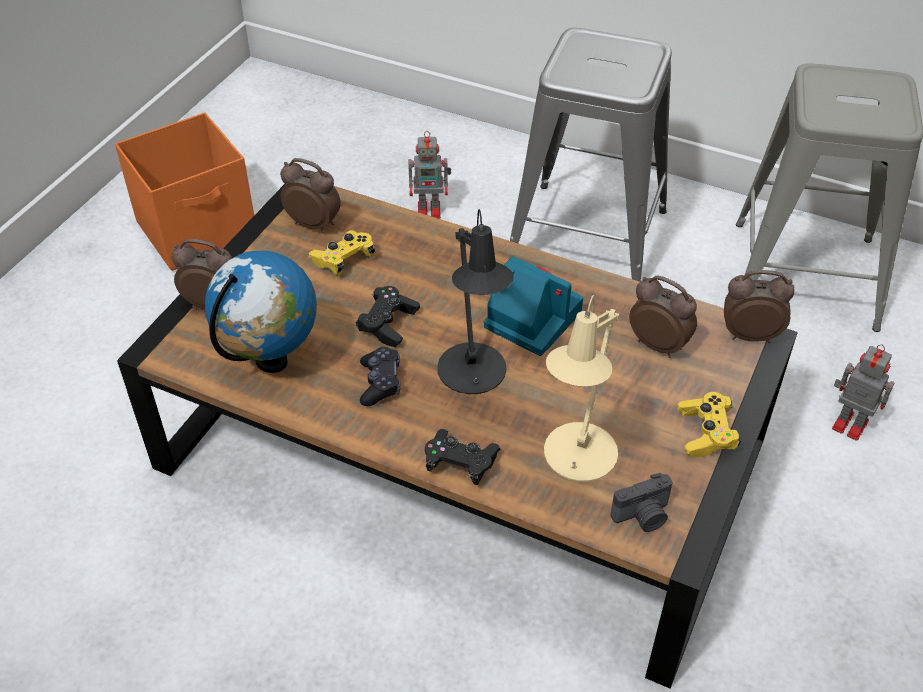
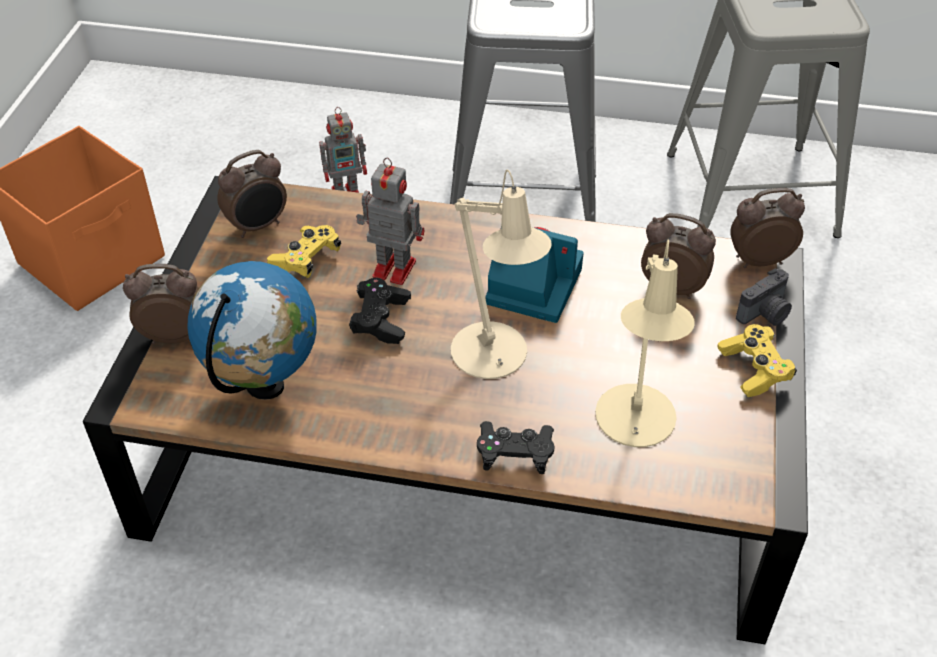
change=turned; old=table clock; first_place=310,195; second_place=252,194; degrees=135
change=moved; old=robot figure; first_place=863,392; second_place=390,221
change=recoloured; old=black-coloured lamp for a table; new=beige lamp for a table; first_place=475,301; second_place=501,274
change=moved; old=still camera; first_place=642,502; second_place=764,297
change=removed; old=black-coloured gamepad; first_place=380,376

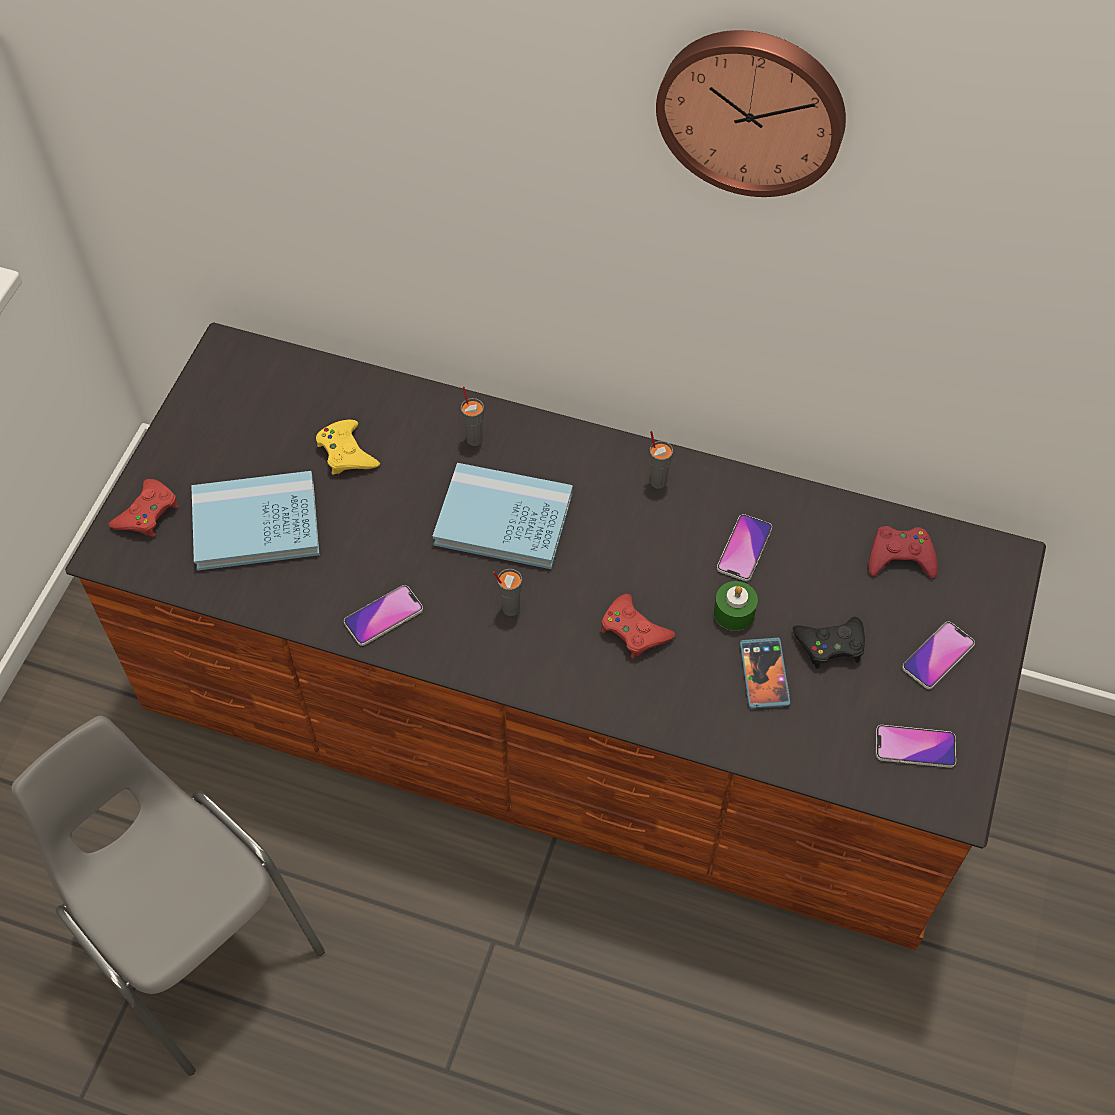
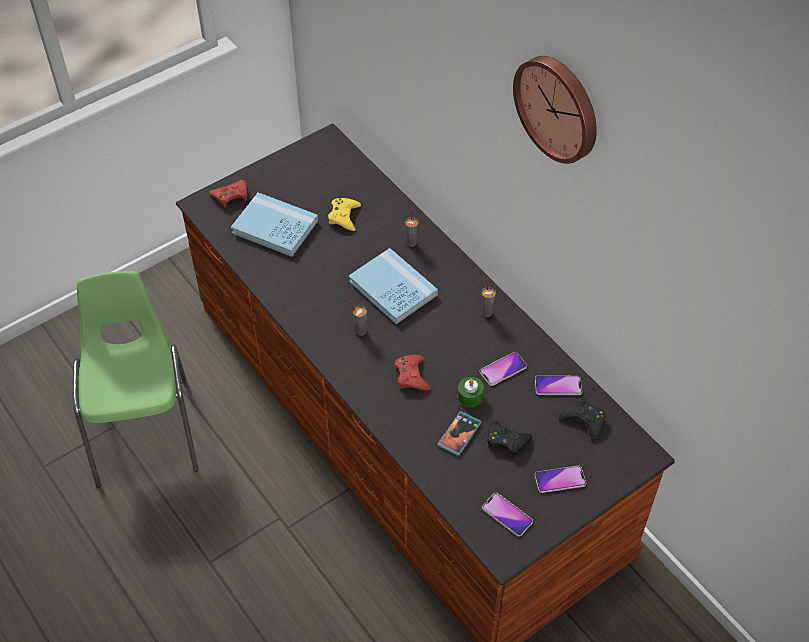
change=recoloured; old=greyish plain chair; new=green plain chair; first_place=168,896; second_place=136,379
change=moved; old=handset; first_place=383,615; second_place=558,385
change=recoloured; old=reddish gamepad; new=black-coloured gamepad; first_place=903,552; second_place=582,419

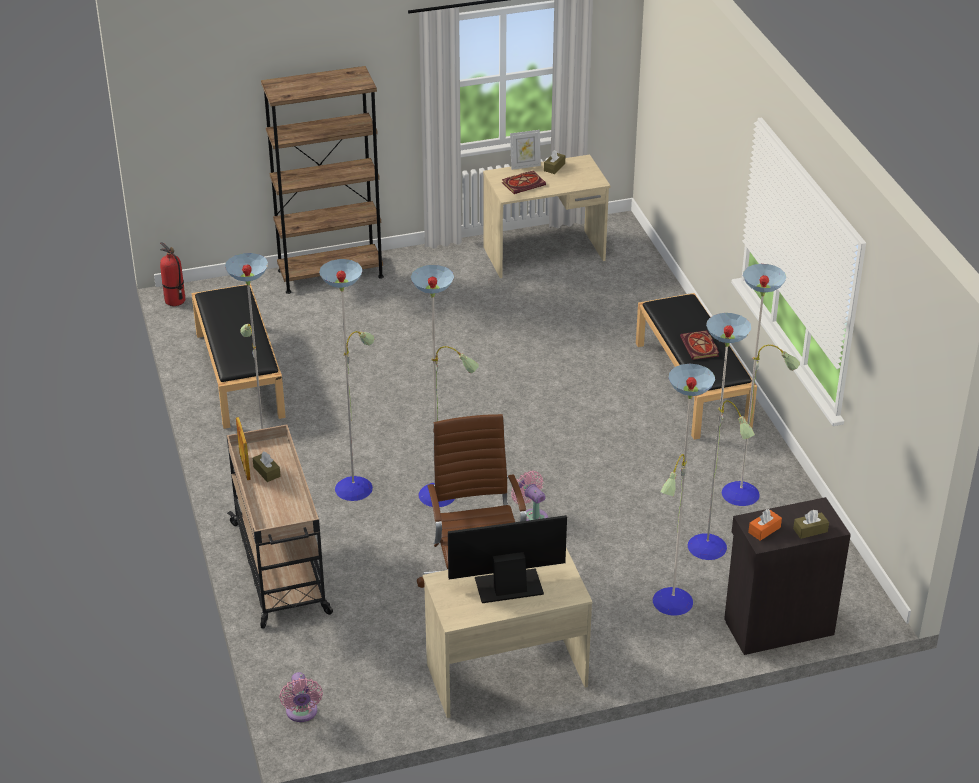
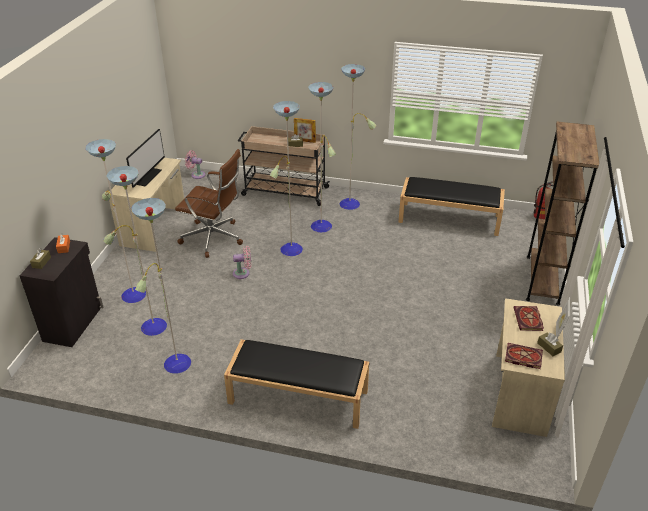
change=moved; old=book; first_place=699,345; second_place=524,356

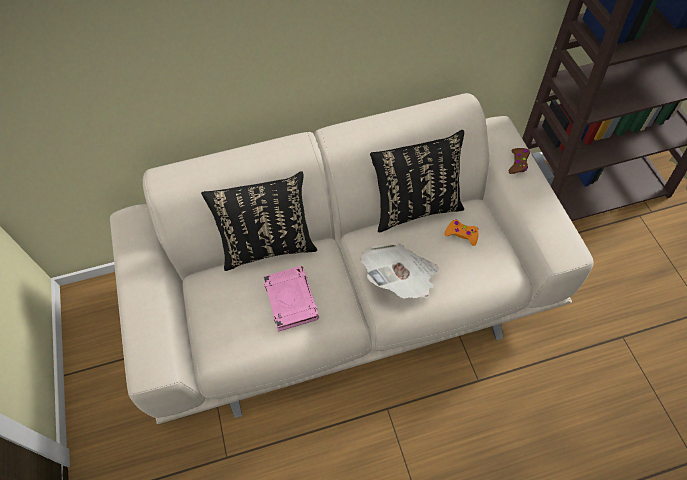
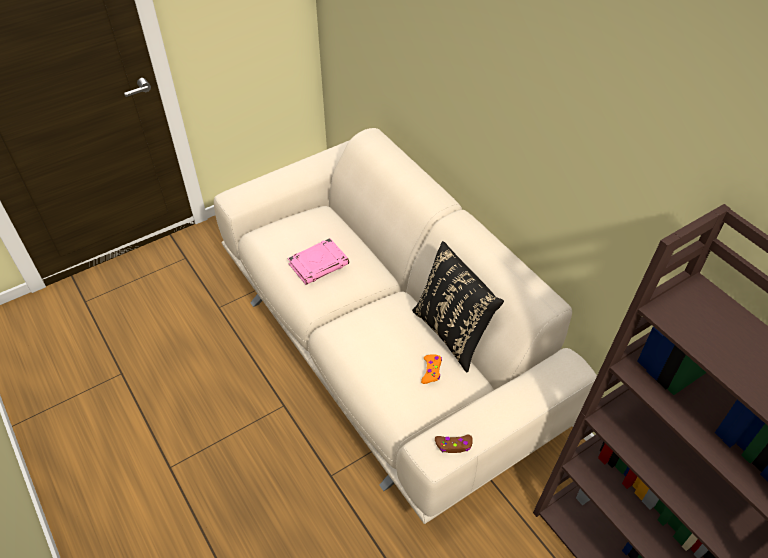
change=moved; old=brown-coloured gamepad; first_place=519,161; second_place=454,444
change=removed; old=black-coloured pillow; first_place=259,221
change=removed; old=printed paper; first_place=400,271

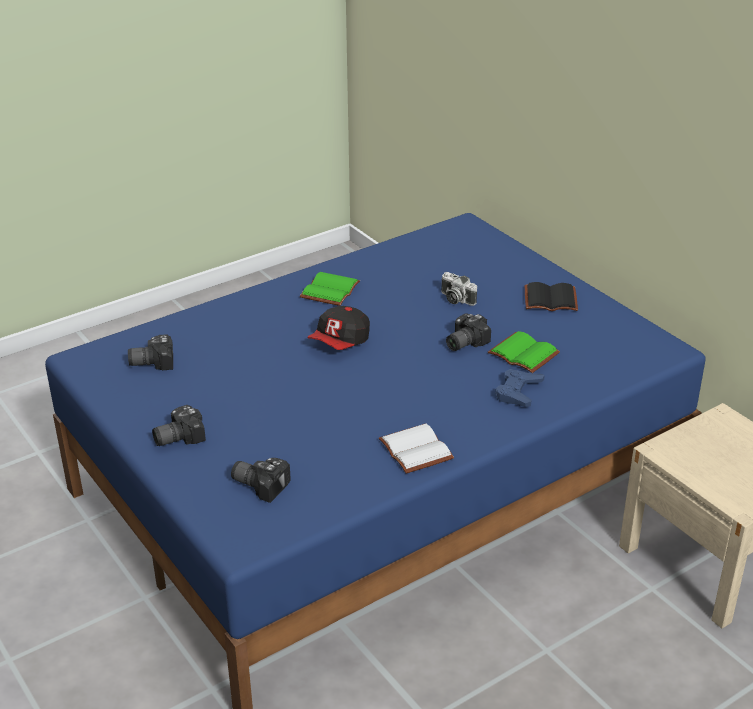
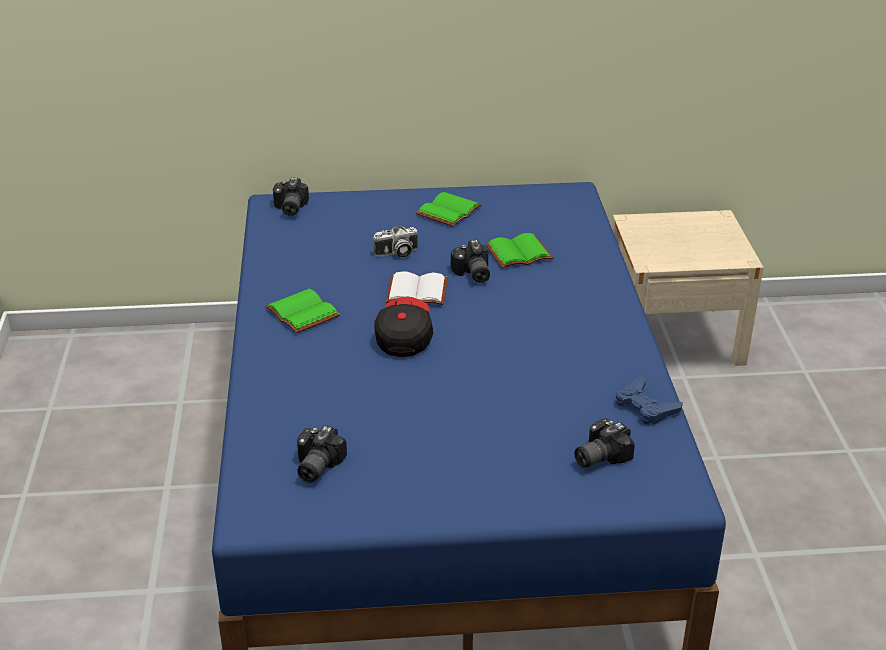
change=moved; old=still camera; first_place=179,425; second_place=291,196
change=turned; old=cap; first_place=339,328; second_place=403,326; degrees=-150
change=moved; old=white-coloured book; first_place=416,449; second_place=416,288
change=recoloured; old=black-coloured book; new=green book; first_place=551,296; second_place=449,209
change=moved; old=blue gamepad; first_place=520,388; second_place=649,400

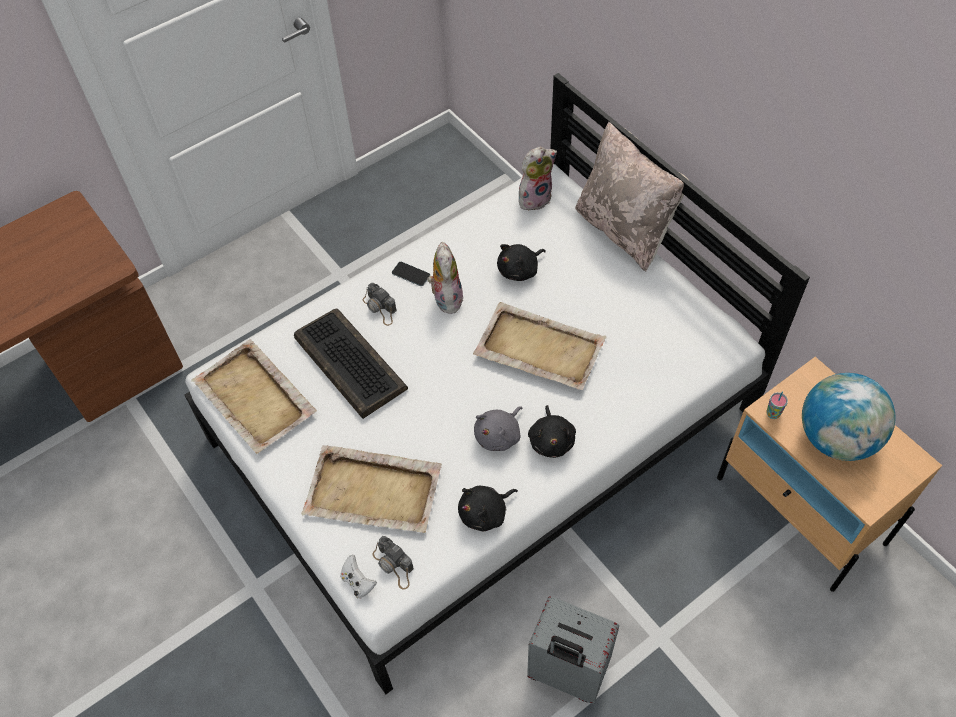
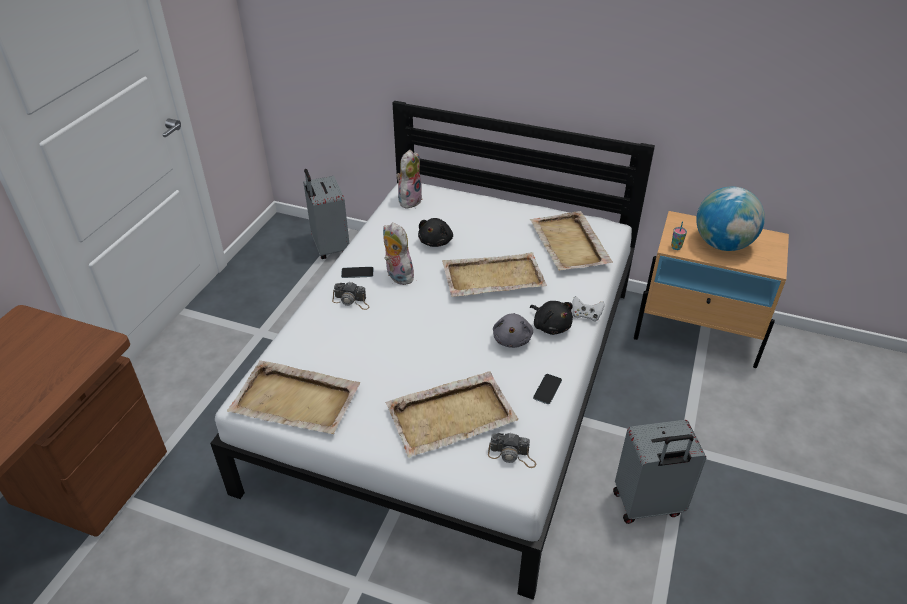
change=added; new=greyish suitcase; second_place=326,214
change=added; new=beige carrying tray; second_place=571,241
change=replaced; old=black-coloured plush toy; new=handset; first_place=488,508; second_place=547,389
change=moved; old=white-coloured gamepad; first_place=358,577; second_place=588,309
change=removed; old=keyboard; first_place=351,363
change=removed; old=beige pillow; first_place=632,196

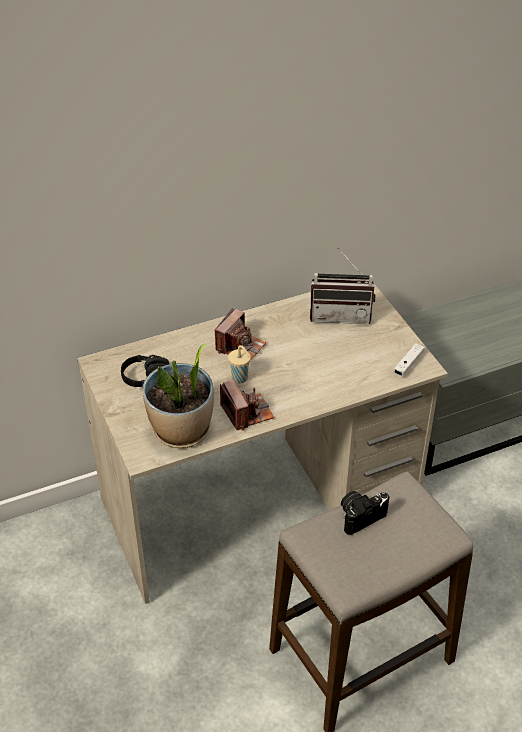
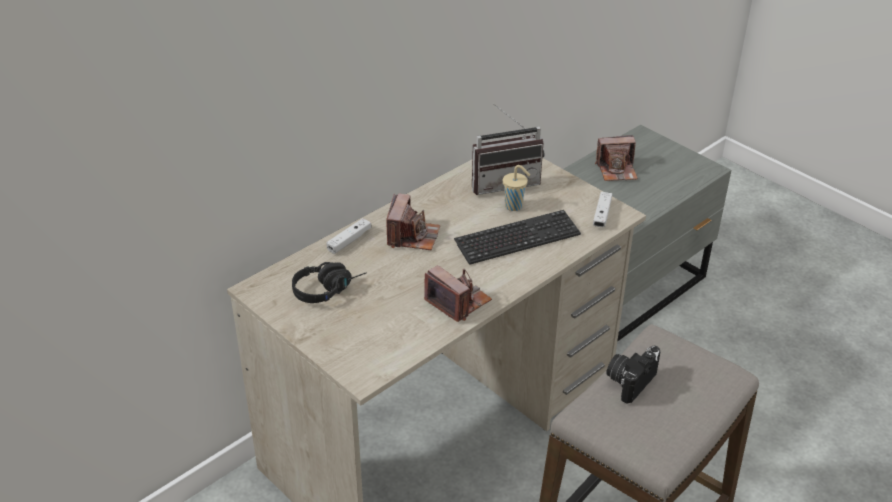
change=added; new=white-coloured gamepad; second_place=349,236
change=added; new=keyboard; second_place=517,237
change=moved; old=beige cup; first_place=239,364; second_place=516,188
change=added; new=still camera; second_place=616,158
change=removed; old=potted plant; first_place=178,396

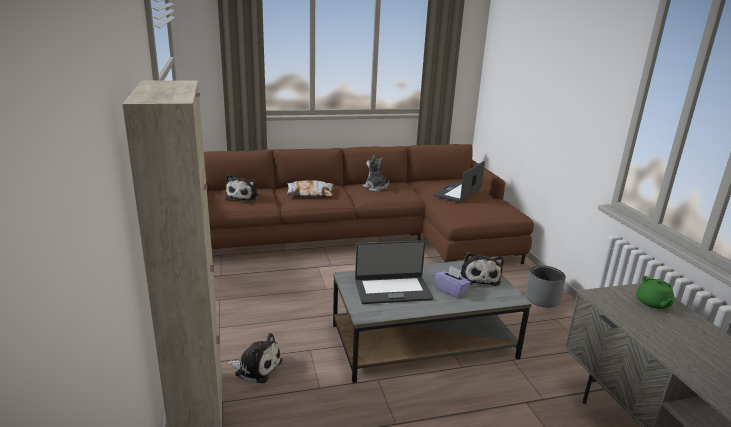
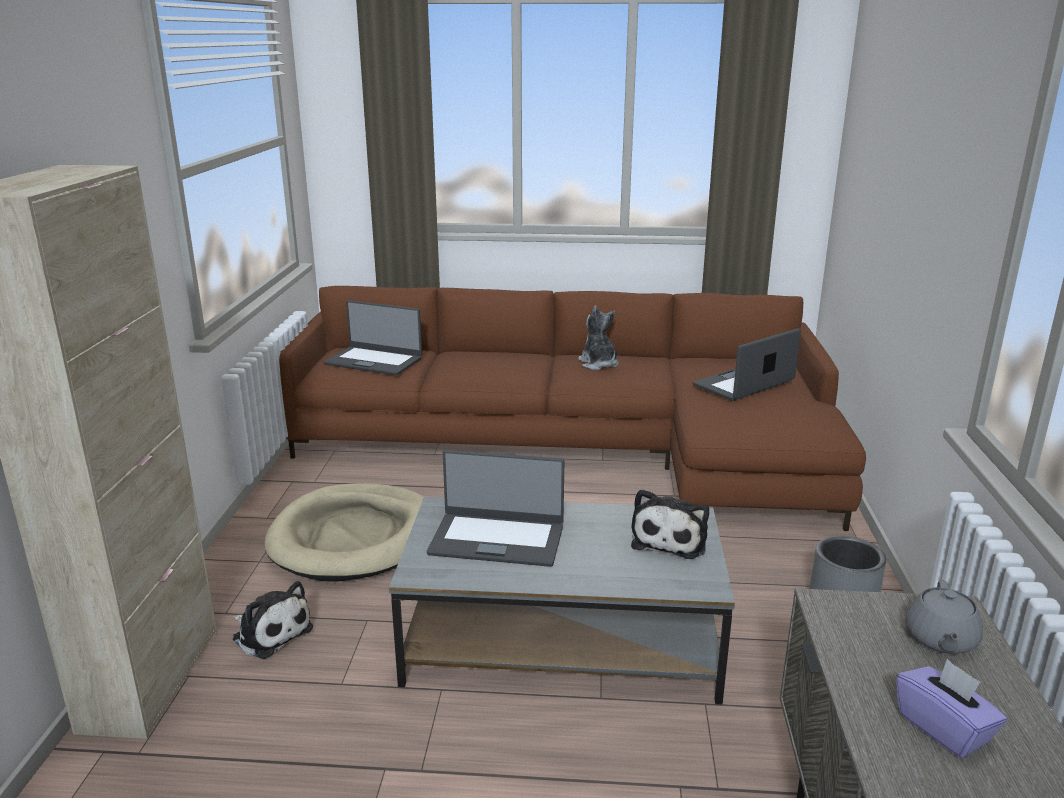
change=added; new=beige dog bed; second_place=344,533
change=replaced; old=plush toy; new=laptop; first_place=242,188; second_place=373,337
change=moved; old=purplish tissue box; first_place=452,282; second_place=951,708
change=recoloured; old=green tea pot; new=greyish tea pot; first_place=655,292; second_place=944,617
change=removed; old=pillow; first_place=310,188

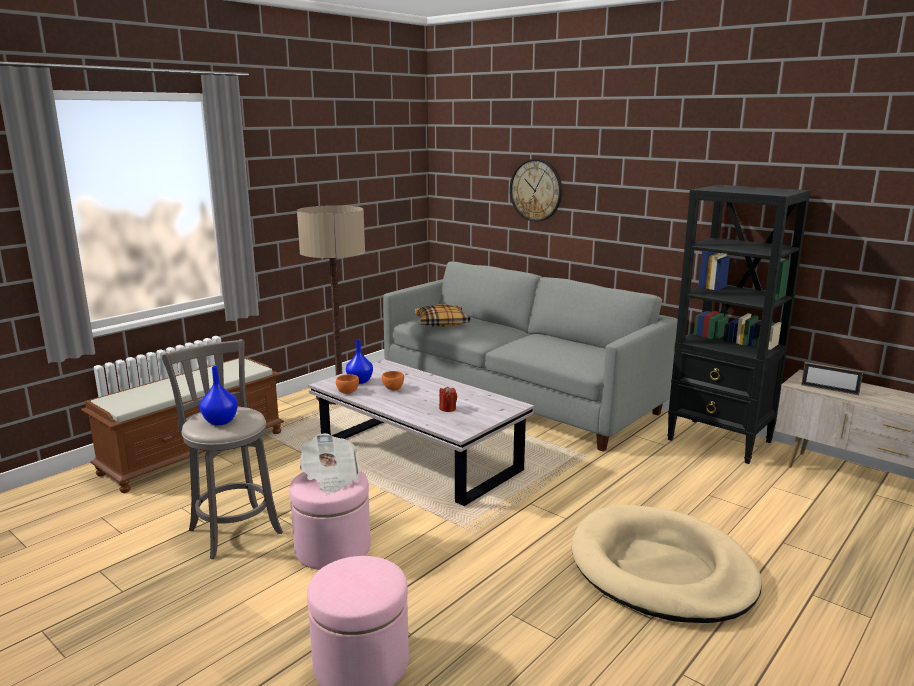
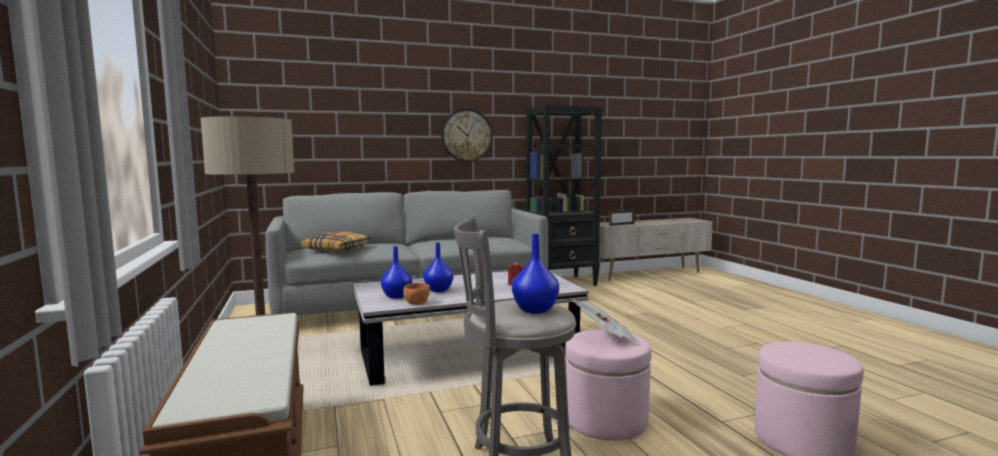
change=replaced; old=orange-coloured bowl; new=blue decorative vase; first_place=393,380; second_place=438,267
change=moved; old=clock on the wall; first_place=536,190; second_place=467,135
change=removed; old=beige dog bed; first_place=667,564

